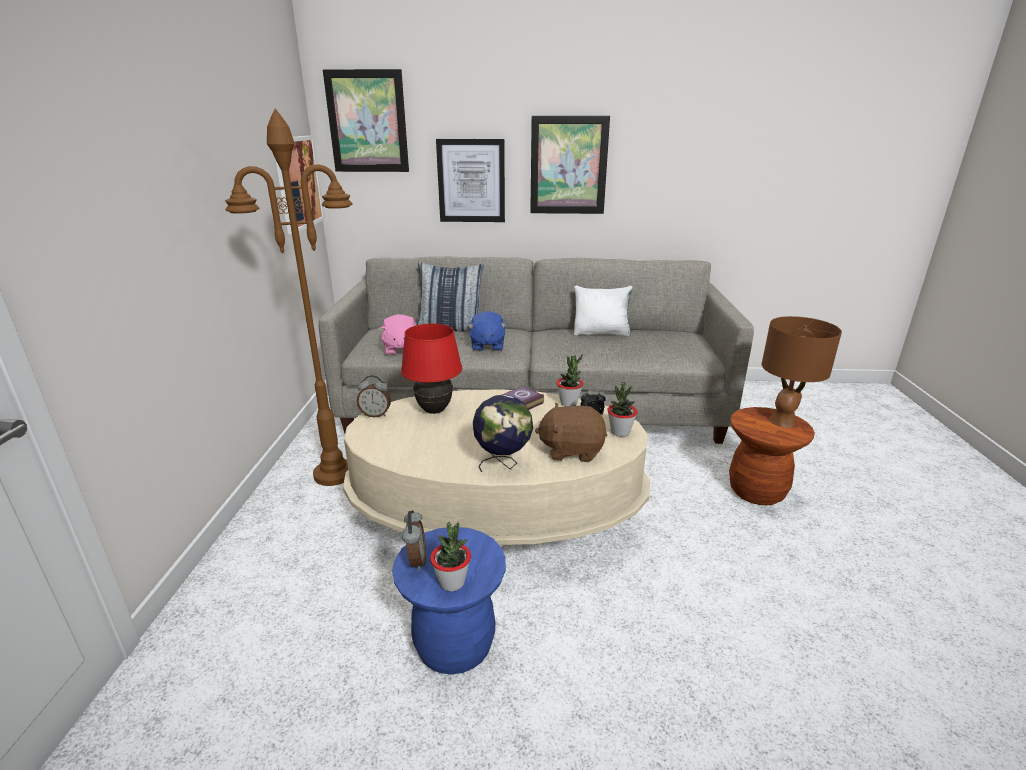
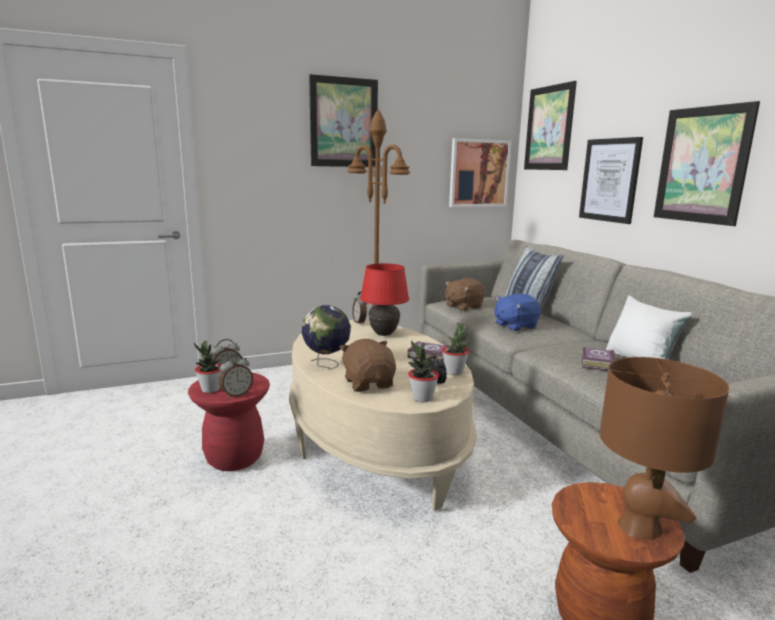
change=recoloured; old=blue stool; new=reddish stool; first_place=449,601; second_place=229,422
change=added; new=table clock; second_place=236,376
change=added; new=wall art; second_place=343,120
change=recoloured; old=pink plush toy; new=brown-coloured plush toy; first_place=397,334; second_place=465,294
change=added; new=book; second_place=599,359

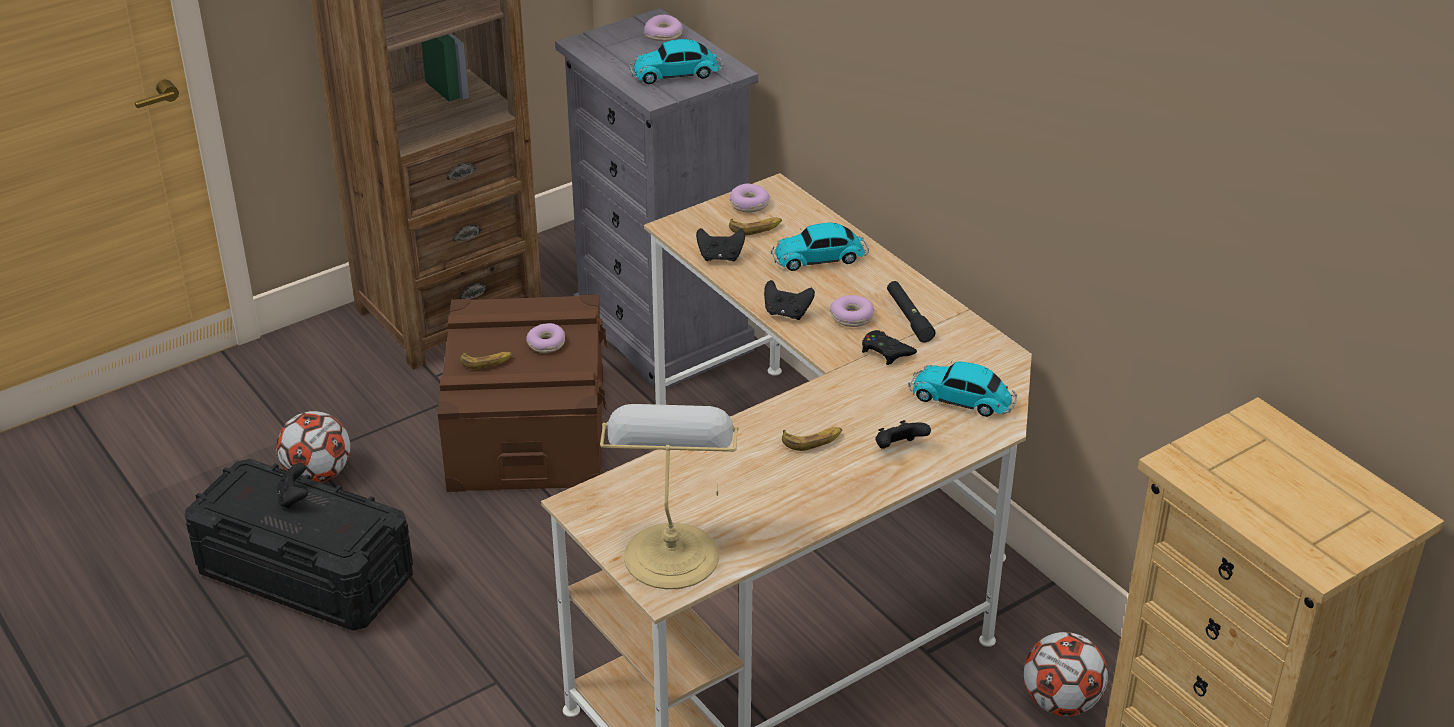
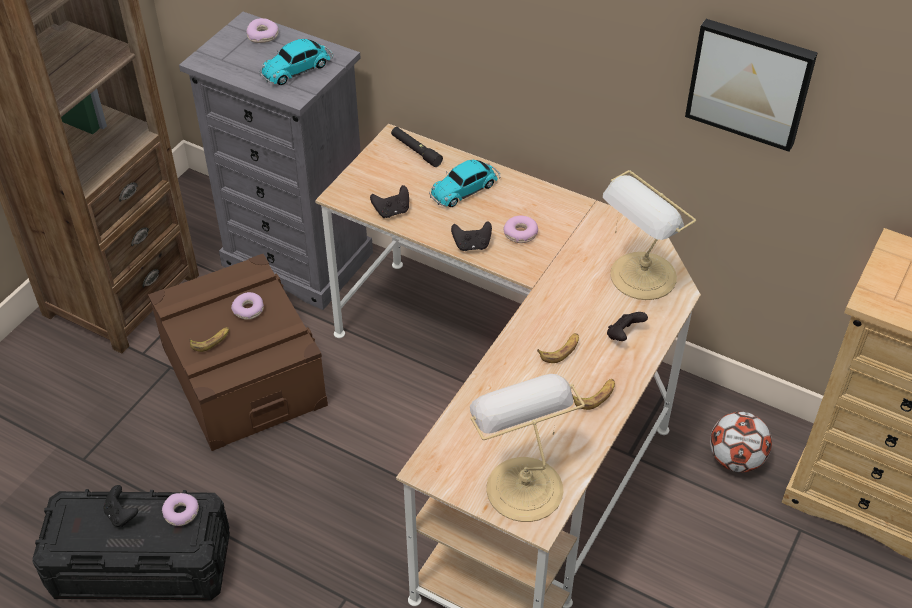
change=moved; old=ring doughnut; first_place=750,198; second_place=180,509
change=moved; old=black-coloured torch; first_place=911,311; second_place=417,147
change=moved; old=banana; first_place=755,227; second_place=593,394
change=replaced; old=miniature car; new=lamp for a table; first_place=962,389; second_place=649,235
change=added; new=wall art; second_place=751,85
change=removed; old=ball for football; first_place=313,447
change=removed; old=black-coloured gamepad; first_place=889,347

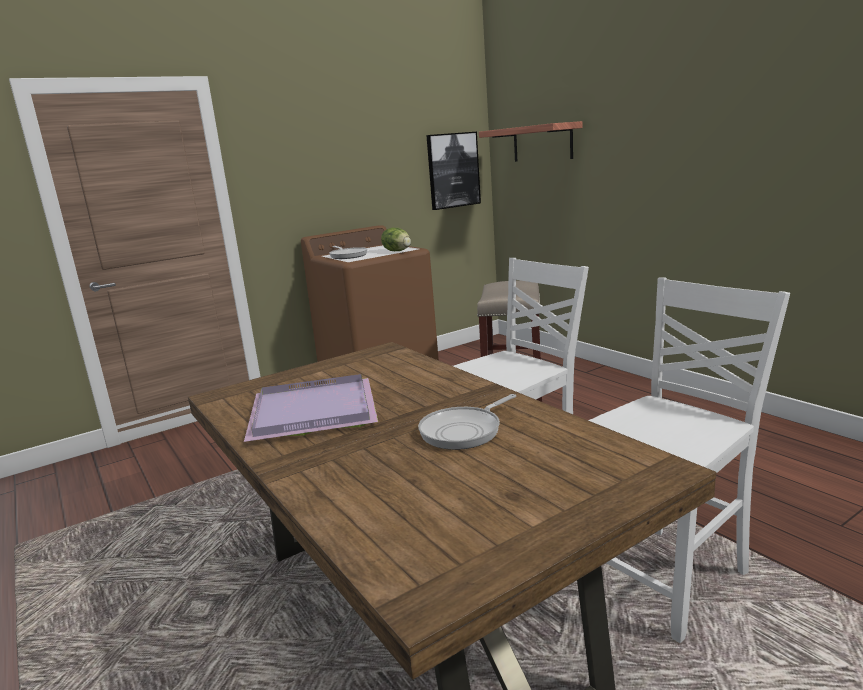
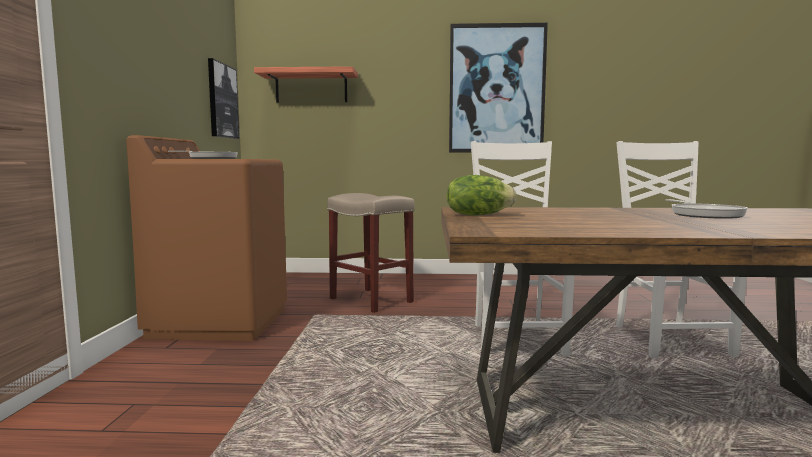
change=moved; old=head of lettuce; first_place=396,239; second_place=482,195
change=added; new=wall art; second_place=498,88
change=removed; old=purplish carrying tray; first_place=311,408

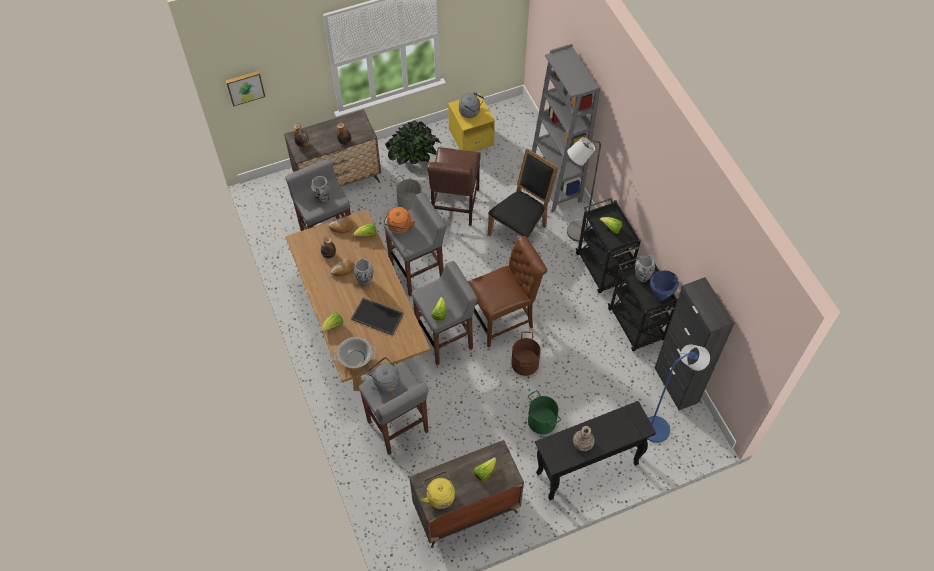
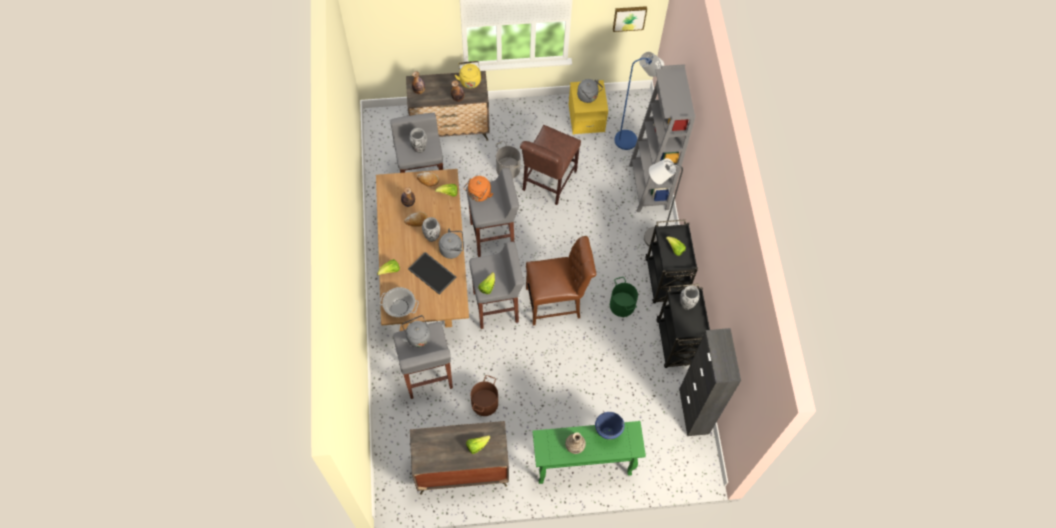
change=added; new=greyish water kettle; second_place=451,244
change=moved; old=yellow-coloured water kettle; first_place=438,490; second_place=468,74
change=moved; old=brown-coloured water bucket; first_place=526,354; second_place=484,395
change=recoloured; old=black-coloured console table; new=green console table; first_place=595,450; second_place=589,452
change=moved; old=blue stockpot; first_place=664,285; second_place=610,425
change=moved; old=green water bucket; first_place=544,412; second_place=624,297
change=moved; old=wall art; first_place=245,89; second_place=630,19
change=moved; old=blue standard lamp; first_place=678,393; second_place=639,101
change=removed; old=potted plant; first_place=412,142
change=removed; old=black-coloured plain chair; first_place=523,193

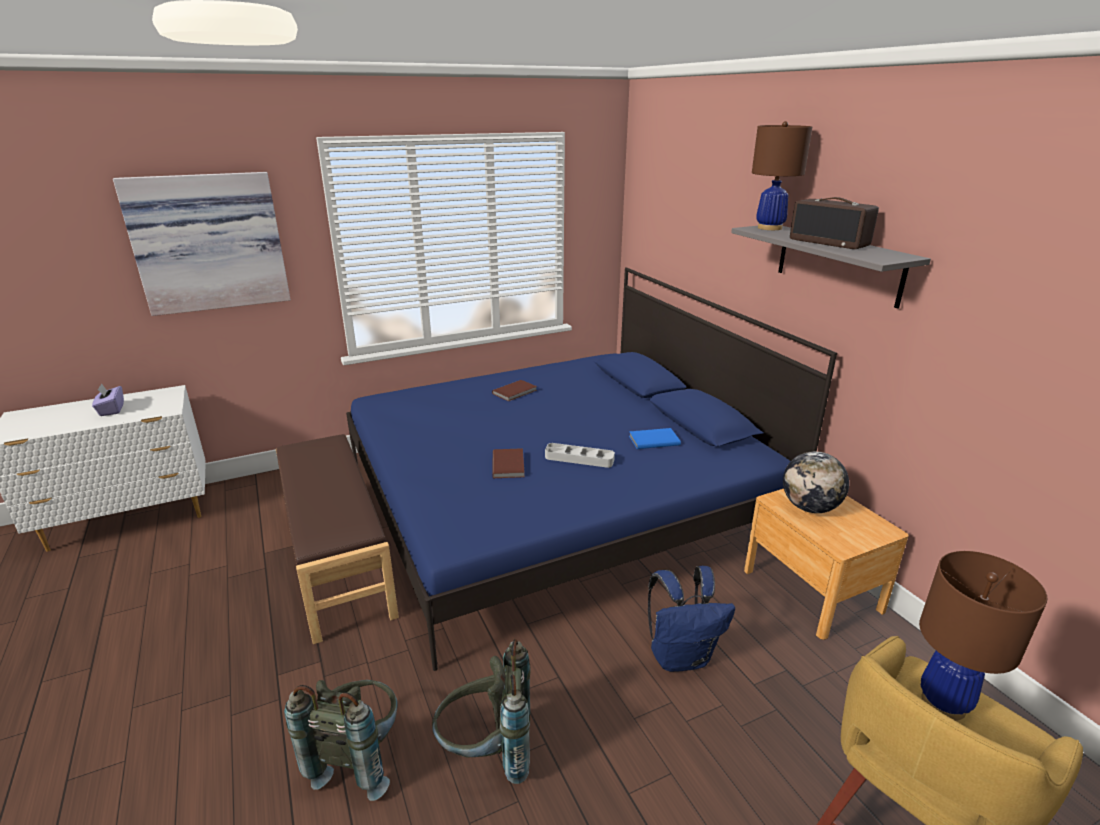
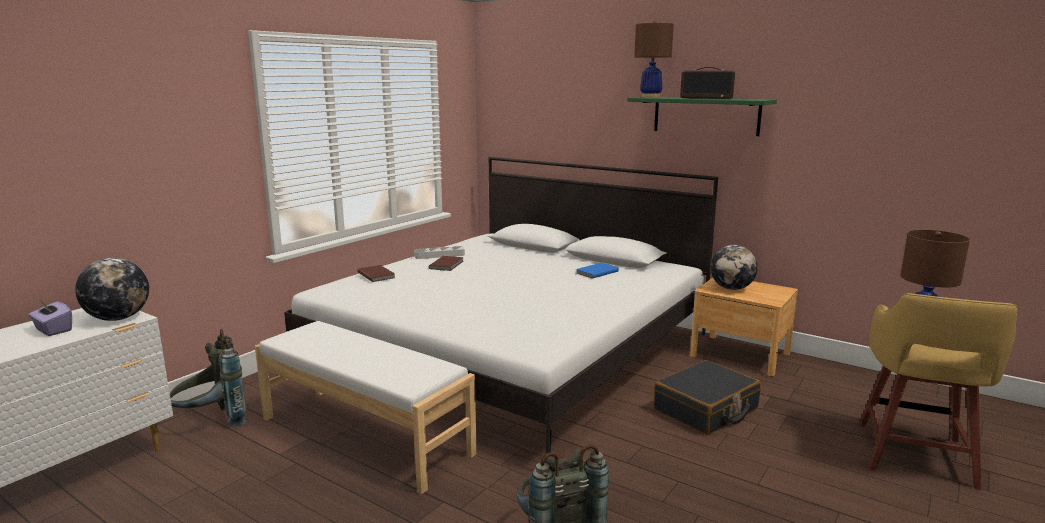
change=added; new=world globe; second_place=112,289
change=moved; old=greyish rucksack; first_place=481,711; second_place=208,378
change=recoloured; old=brown-coloured bench; new=white-coloured bench; first_place=337,539; second_place=366,407
change=recoloured; old=blue sleeping bed; new=white-coloured sleeping bed; first_place=591,469; second_place=501,307
change=moved; old=brown-coloured book; first_place=508,463; second_place=376,273
change=moved; old=greyish carrying tray; first_place=580,455; second_place=439,252
change=recoloured; old=greyish shelf; new=green shelf; first_place=831,267; second_place=702,116
change=replaced; old=blue rucksack; new=black-coloured suitcase; first_place=691,619; second_place=707,397
change=removed; old=wall art; first_place=202,244

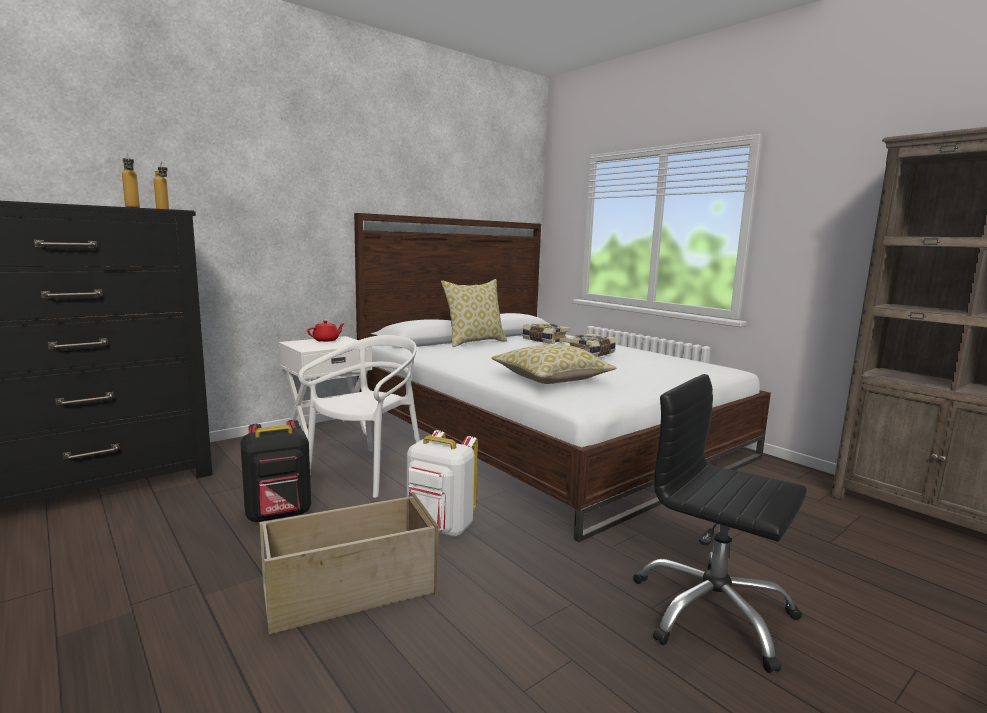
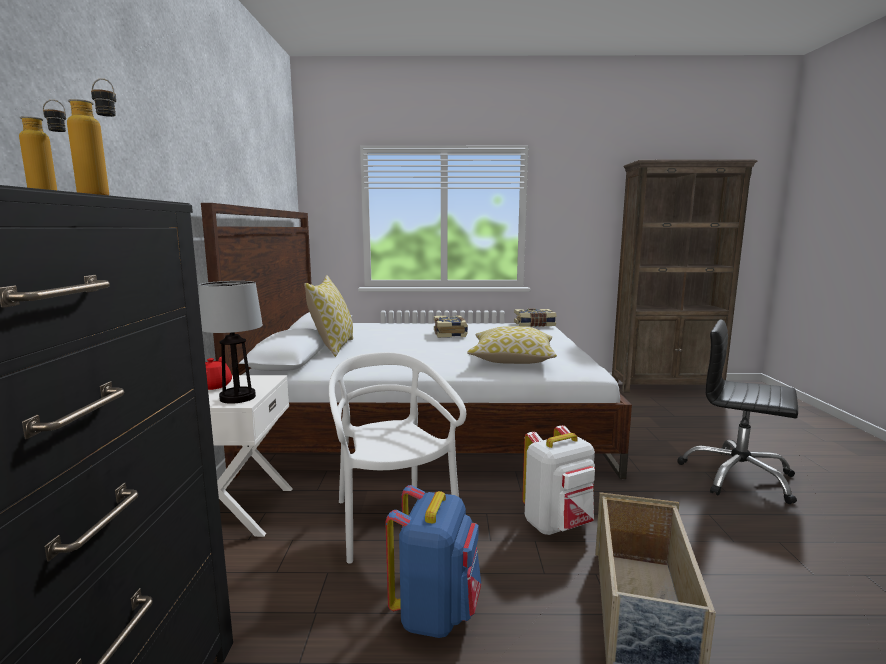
change=added; new=lamp for a table; second_place=231,342
change=recoloured; old=black-coloured rucksack; new=blue rucksack; first_place=275,471; second_place=433,561
change=moved; old=book; first_place=546,333; second_place=535,317
change=turned; old=black-coloured computer chair; first_place=720,523; second_place=737,411; degrees=45

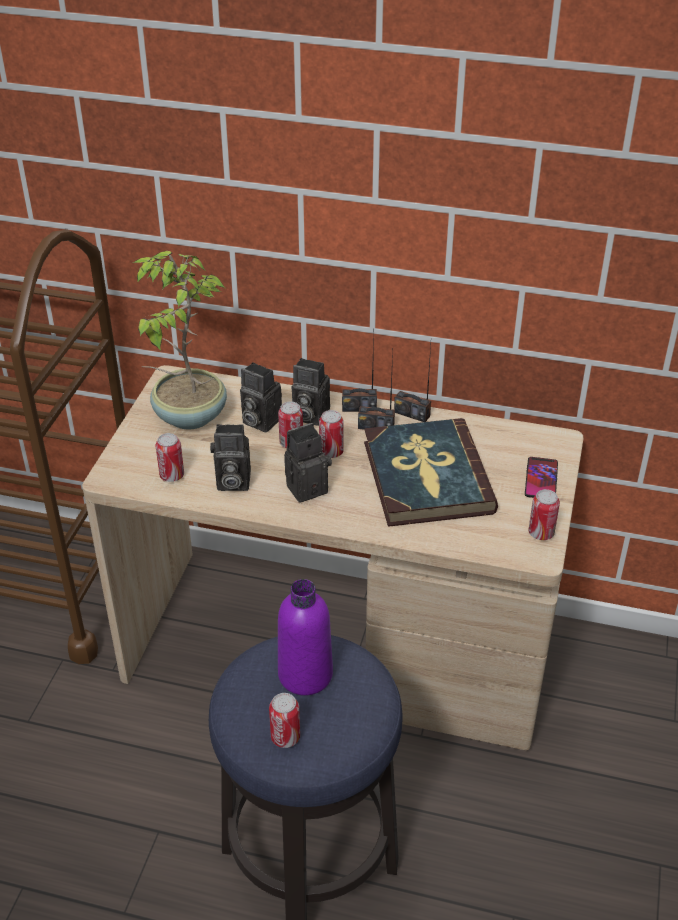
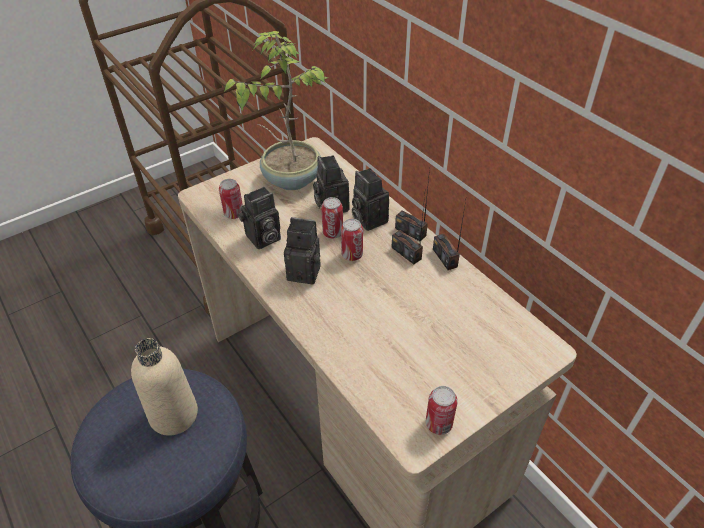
change=recoloured; old=purplish bottle; new=beige bottle; first_place=305,637; second_place=164,387
change=turned; old=still camera; first_place=230,457; second_place=259,218; degrees=-75
change=removed; old=sealed can; first_place=284,720
change=removed; old=book; first_place=431,472
change=removed; old=handset; first_place=541,477

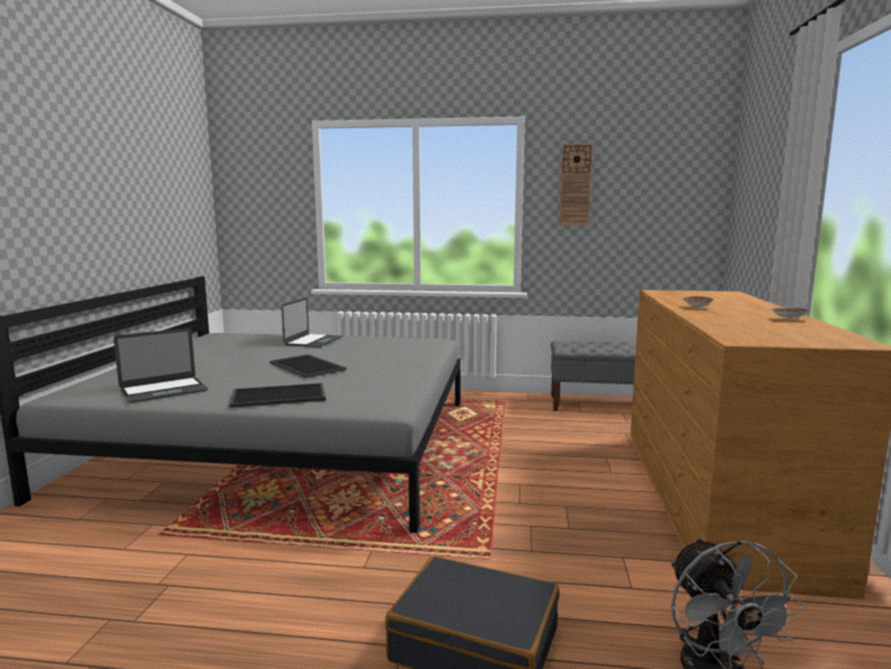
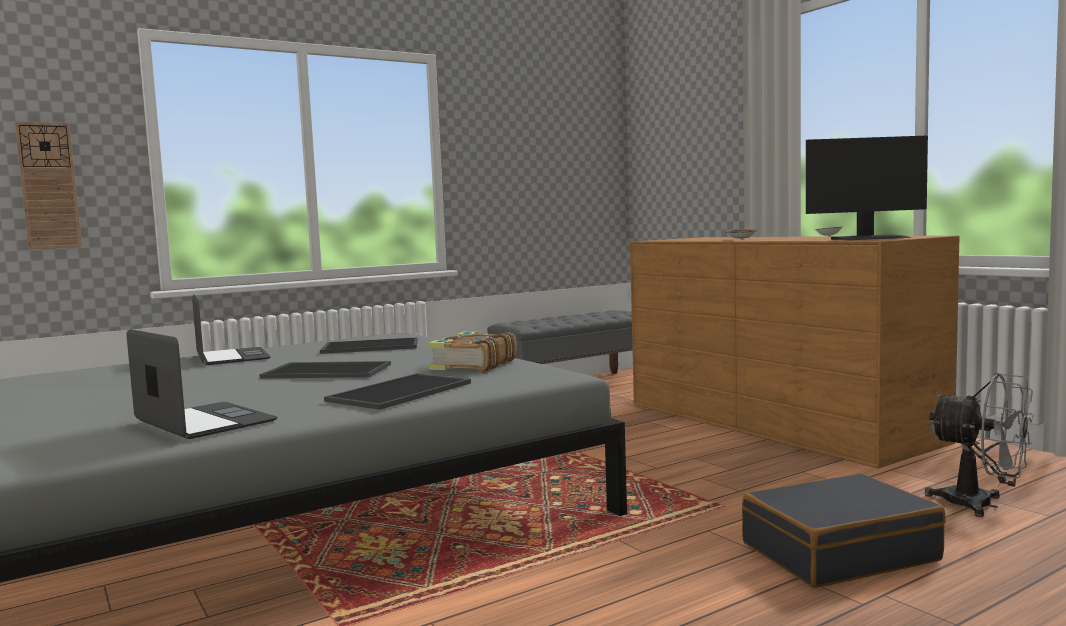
change=moved; old=clock on the wall; first_place=576,184; second_place=48,185
change=turned; old=laptop; first_place=161,365; second_place=202,384; degrees=-60
change=added; new=carrying tray; second_place=369,345
change=added; new=book; second_place=472,351
change=added; new=computer display; second_place=867,187

